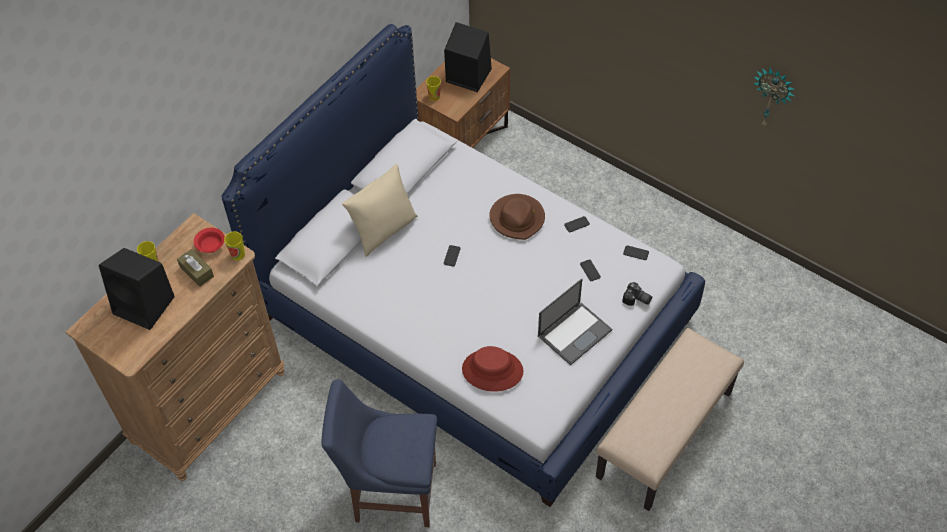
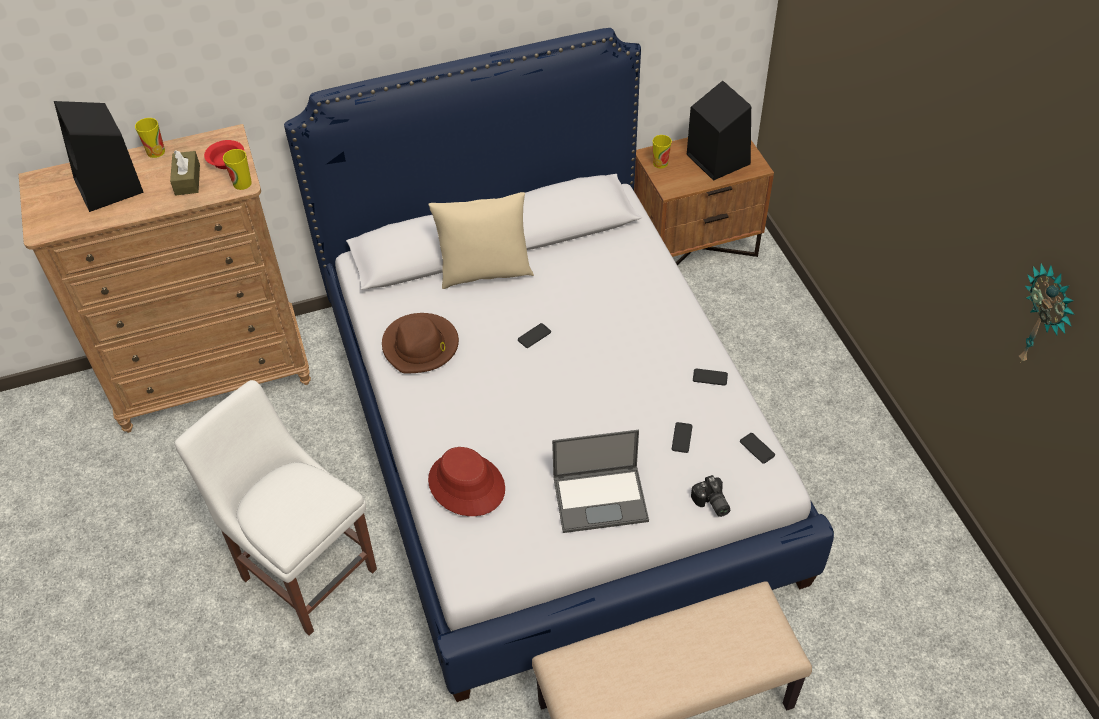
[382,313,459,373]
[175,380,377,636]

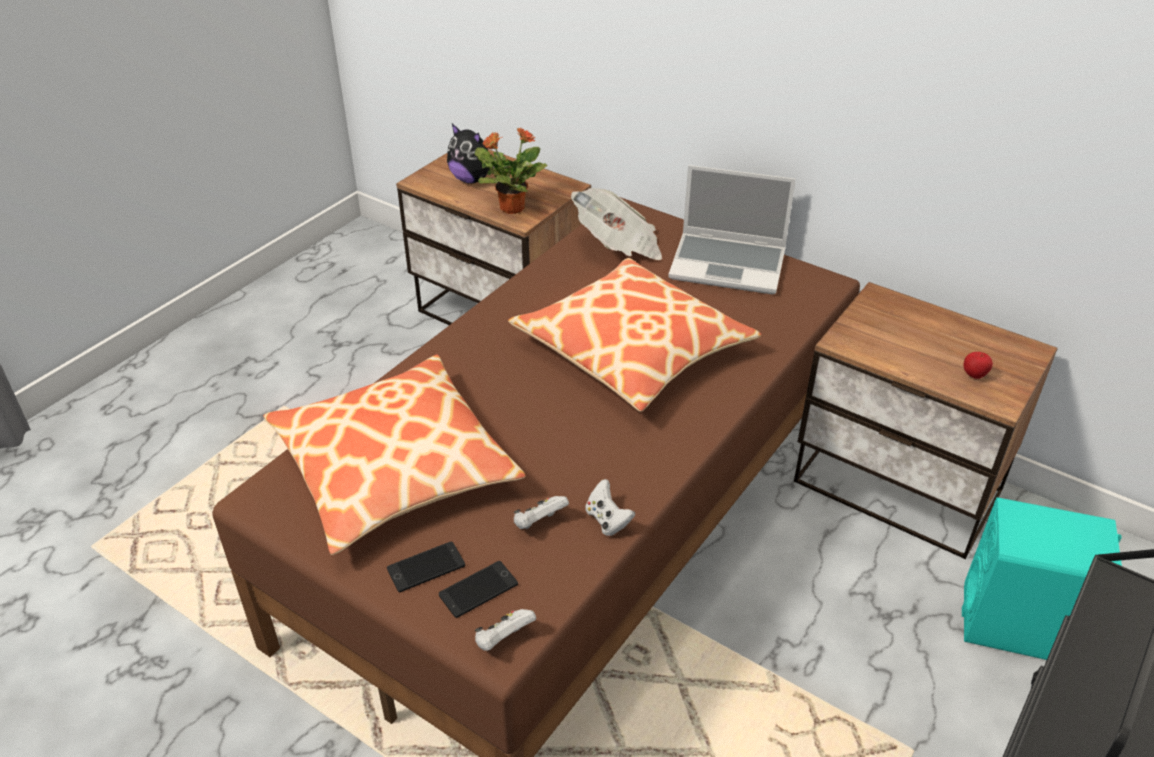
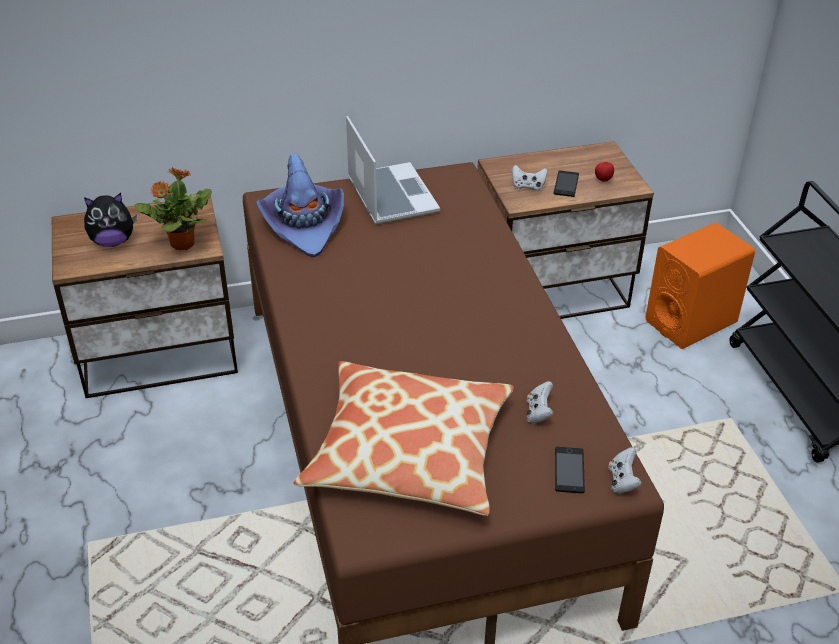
[508,258,761,412] (first image)
[554,170,579,197]
[512,165,547,191]
[256,153,344,257]
[645,223,755,349]
[346,116,440,224]

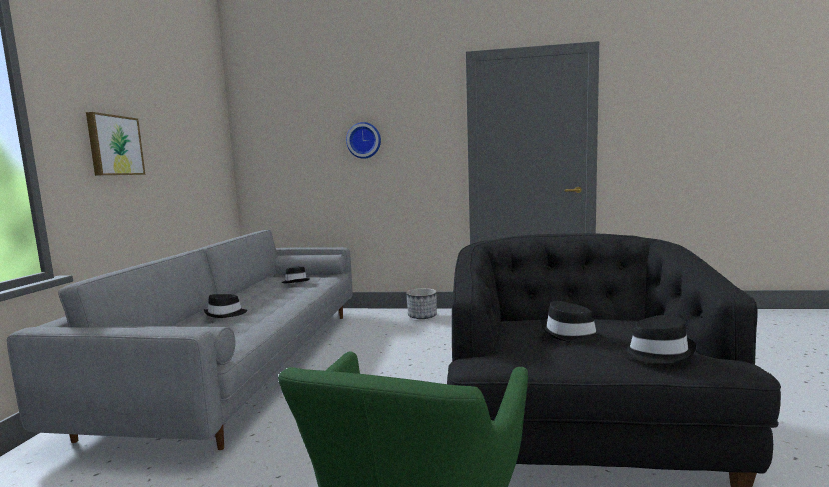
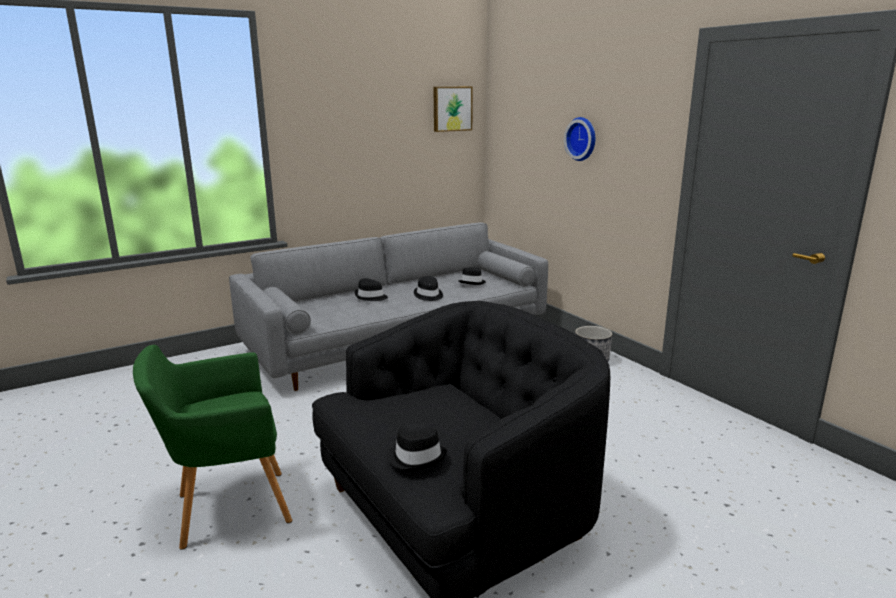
[433,87,473,132]
[414,276,443,301]

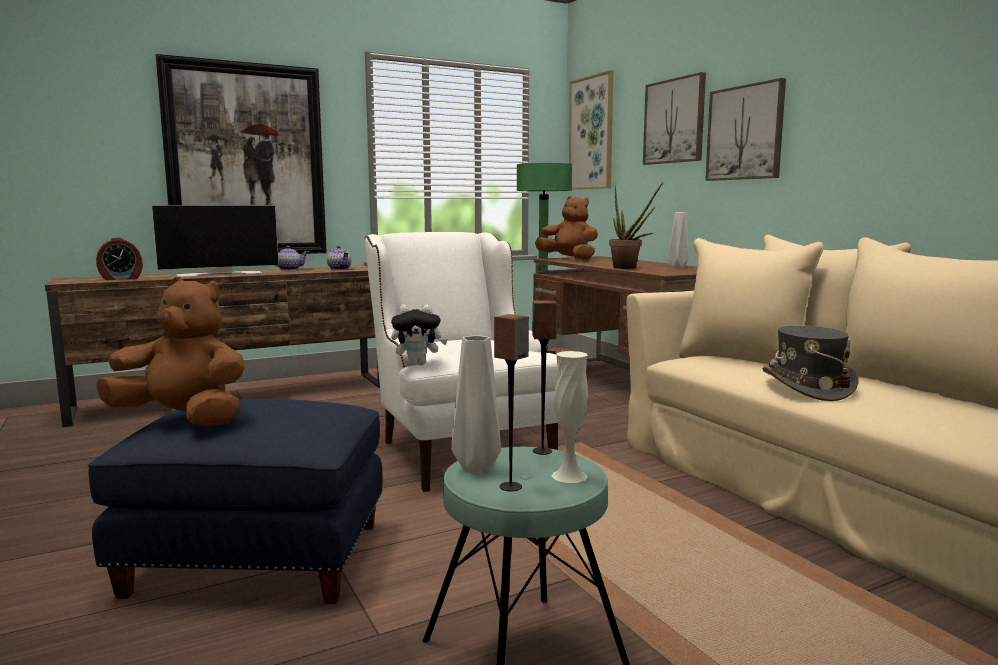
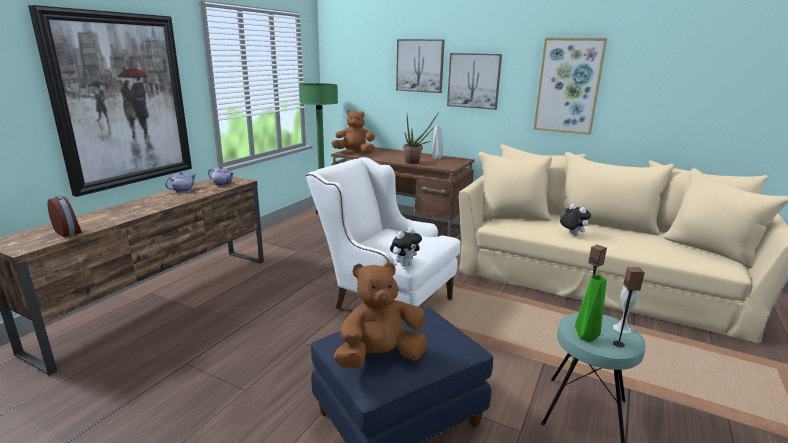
[152,205,279,277] (first image)
[534,38,607,135]
[560,204,591,236]
[575,275,607,342]
[48,196,82,237]

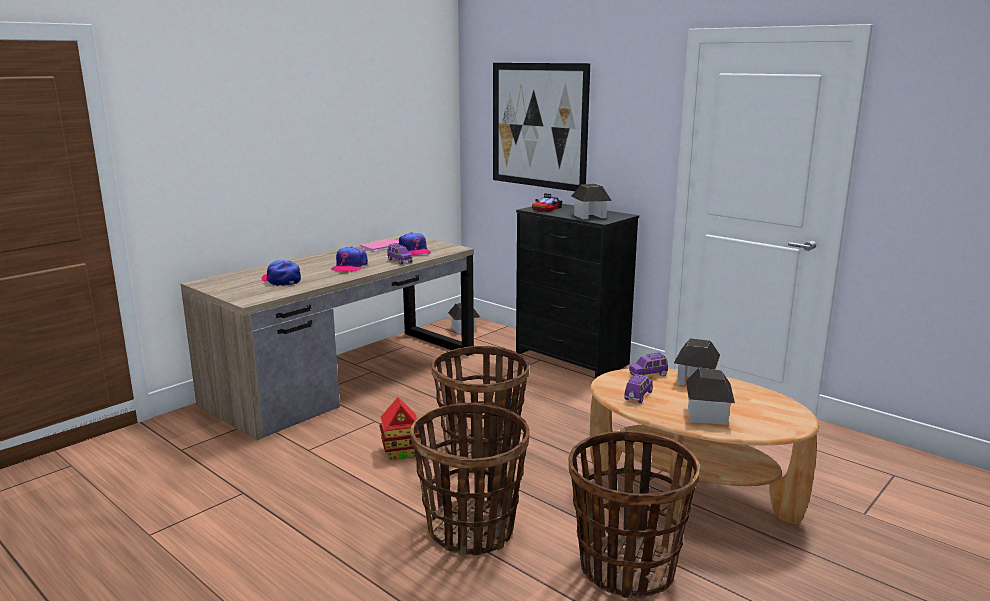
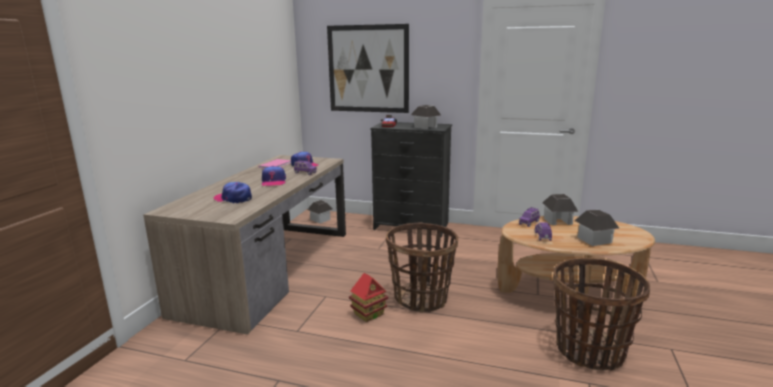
[411,403,530,556] (first image)

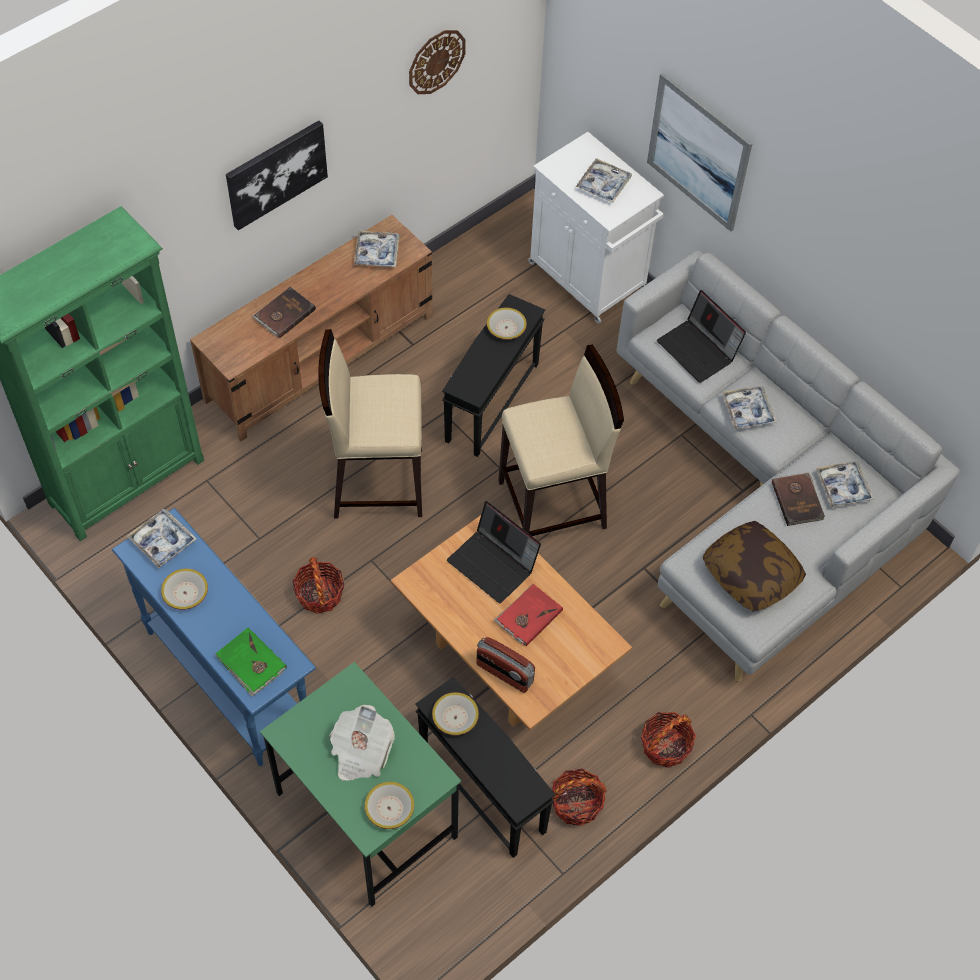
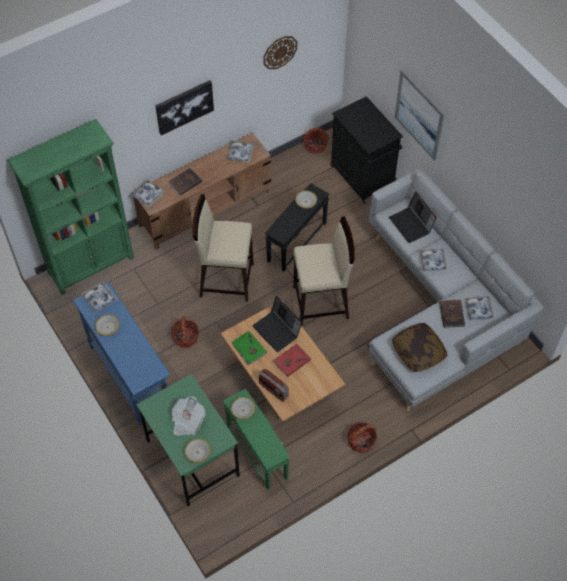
[231,331,267,365]
[303,128,329,154]
[131,180,165,207]
[223,389,290,490]
[330,96,403,204]

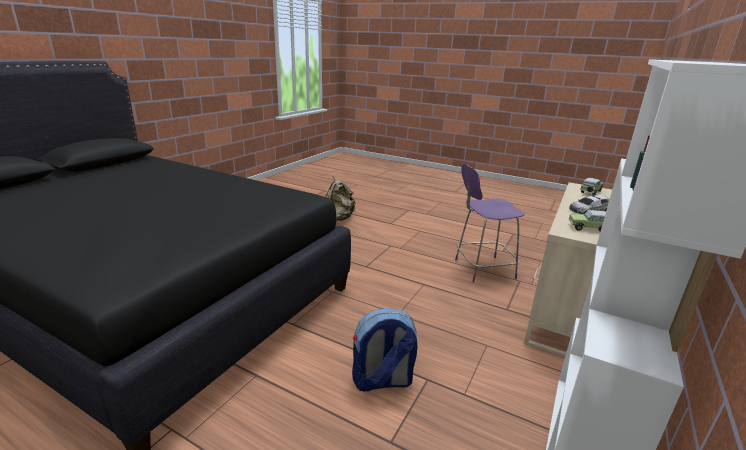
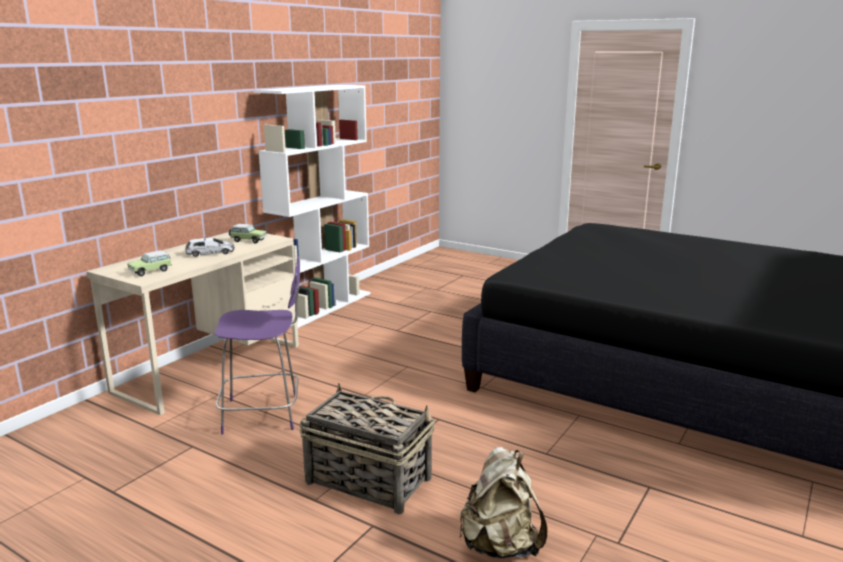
[352,308,418,392] (first image)
[299,383,435,515]

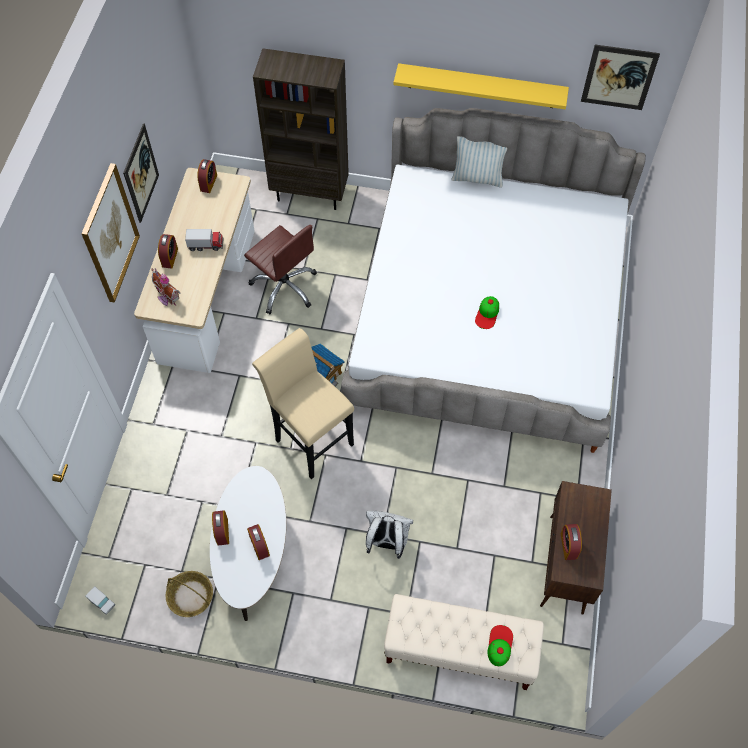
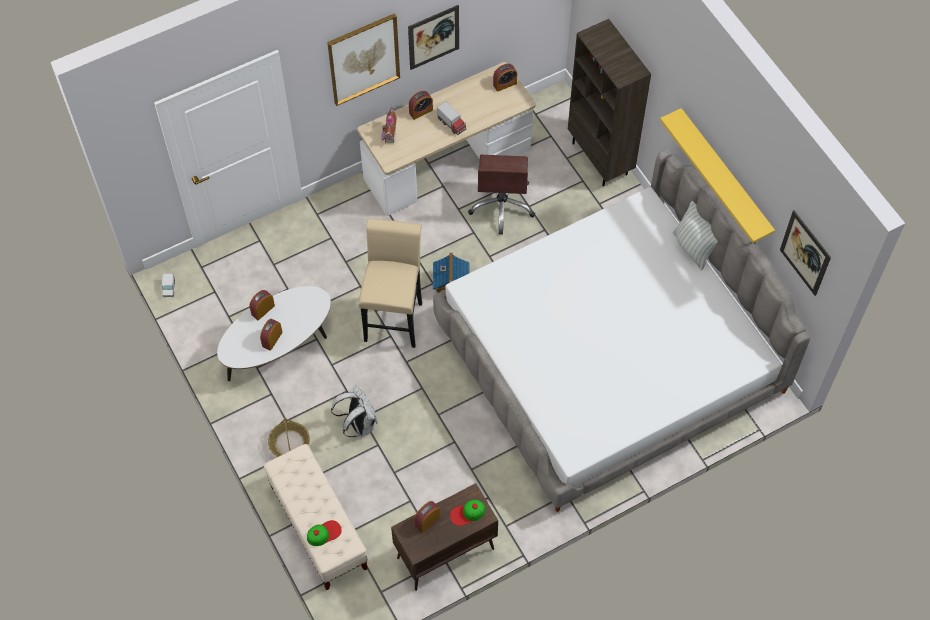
[268,417,310,457]
[450,500,486,526]

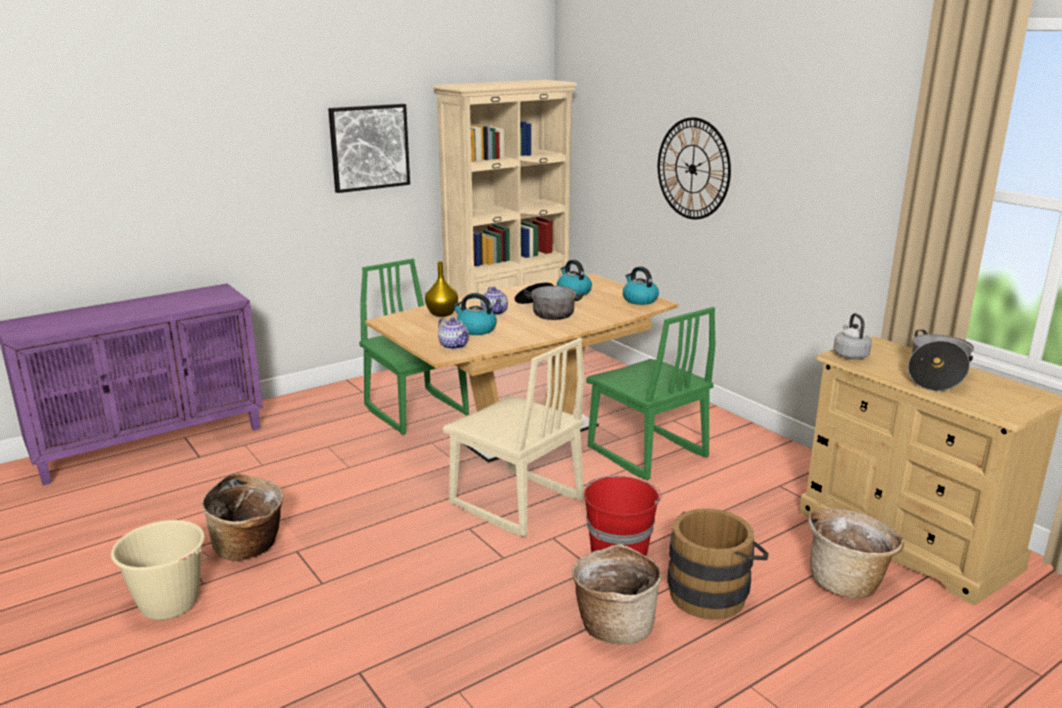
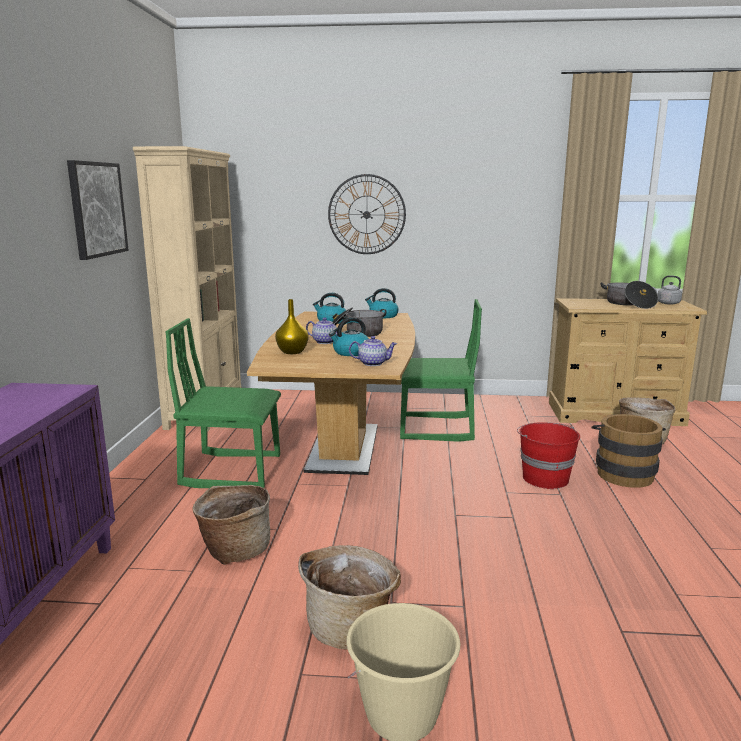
[443,338,584,537] (first image)
[193,485,270,565]
[652,276,682,305]

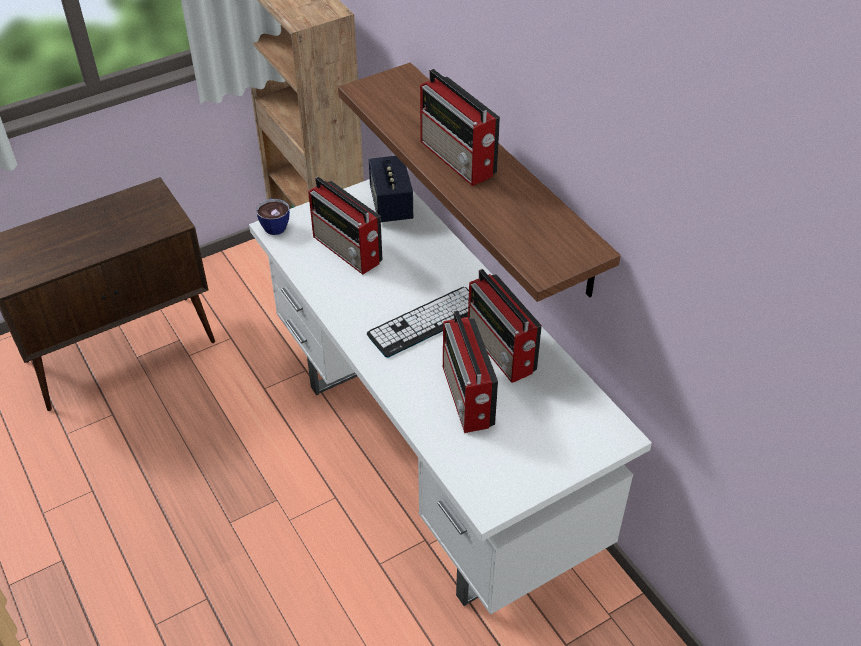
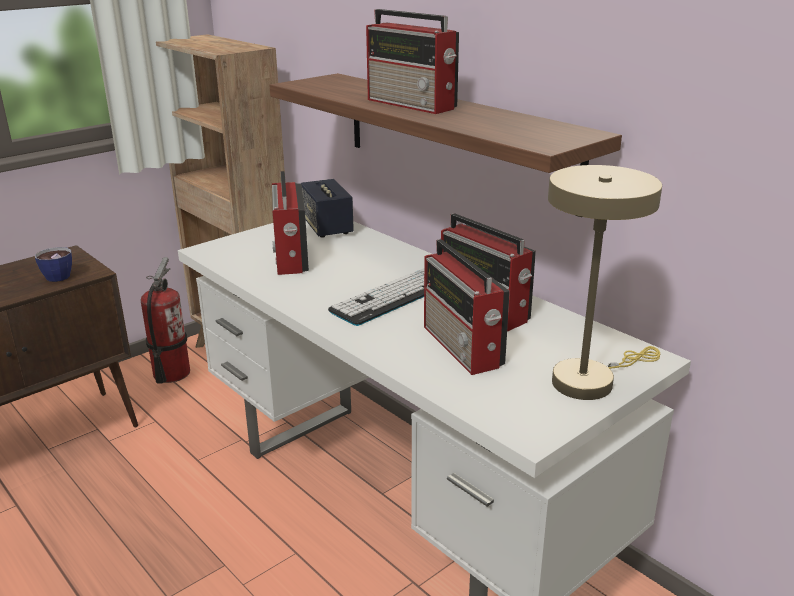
[141,257,190,384]
[548,165,662,400]
[35,247,72,282]
[272,171,309,275]

